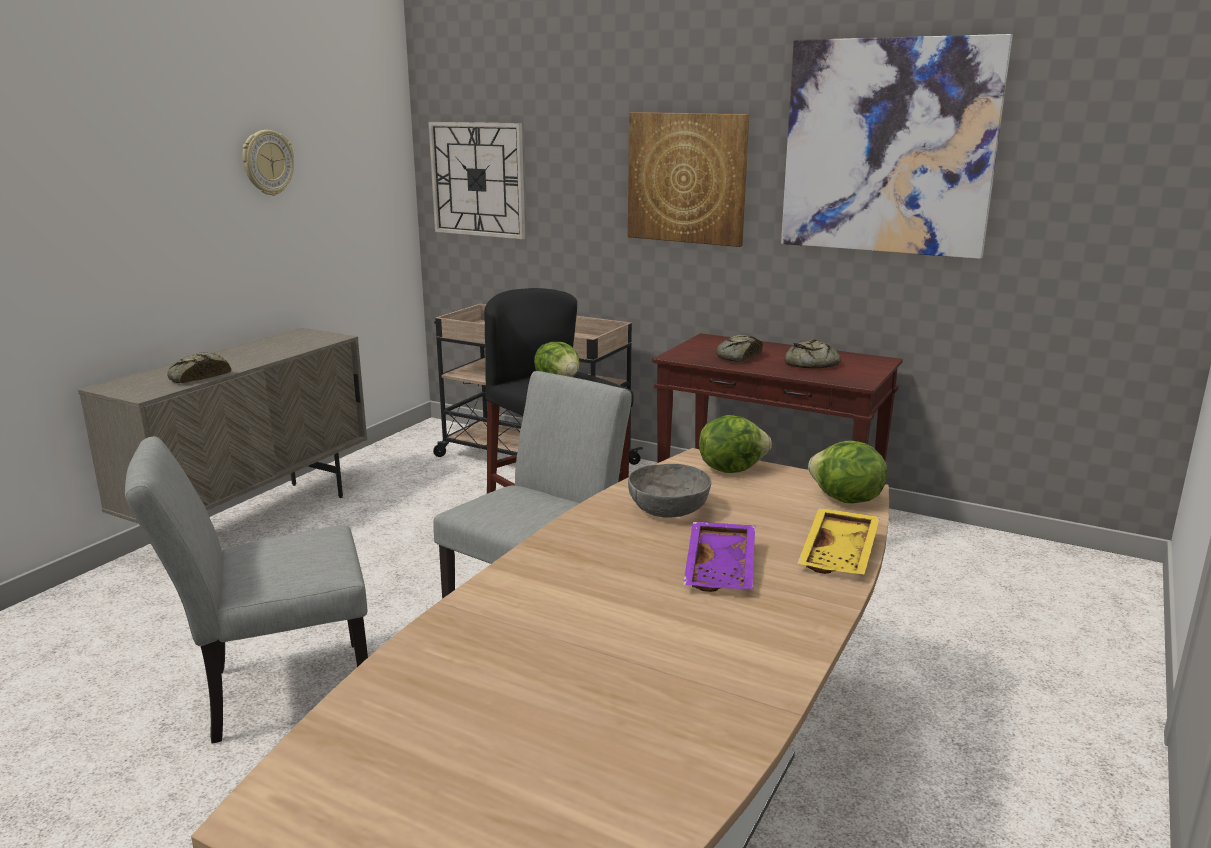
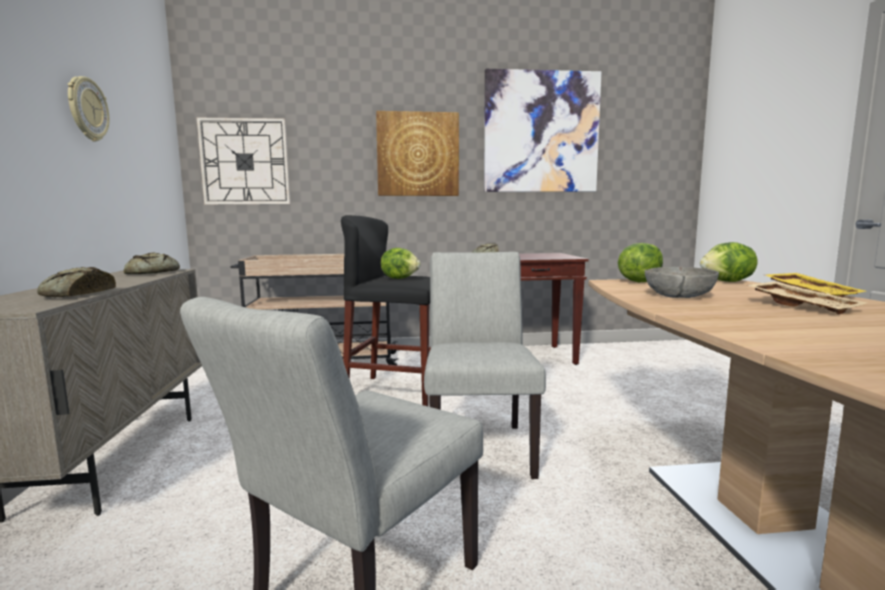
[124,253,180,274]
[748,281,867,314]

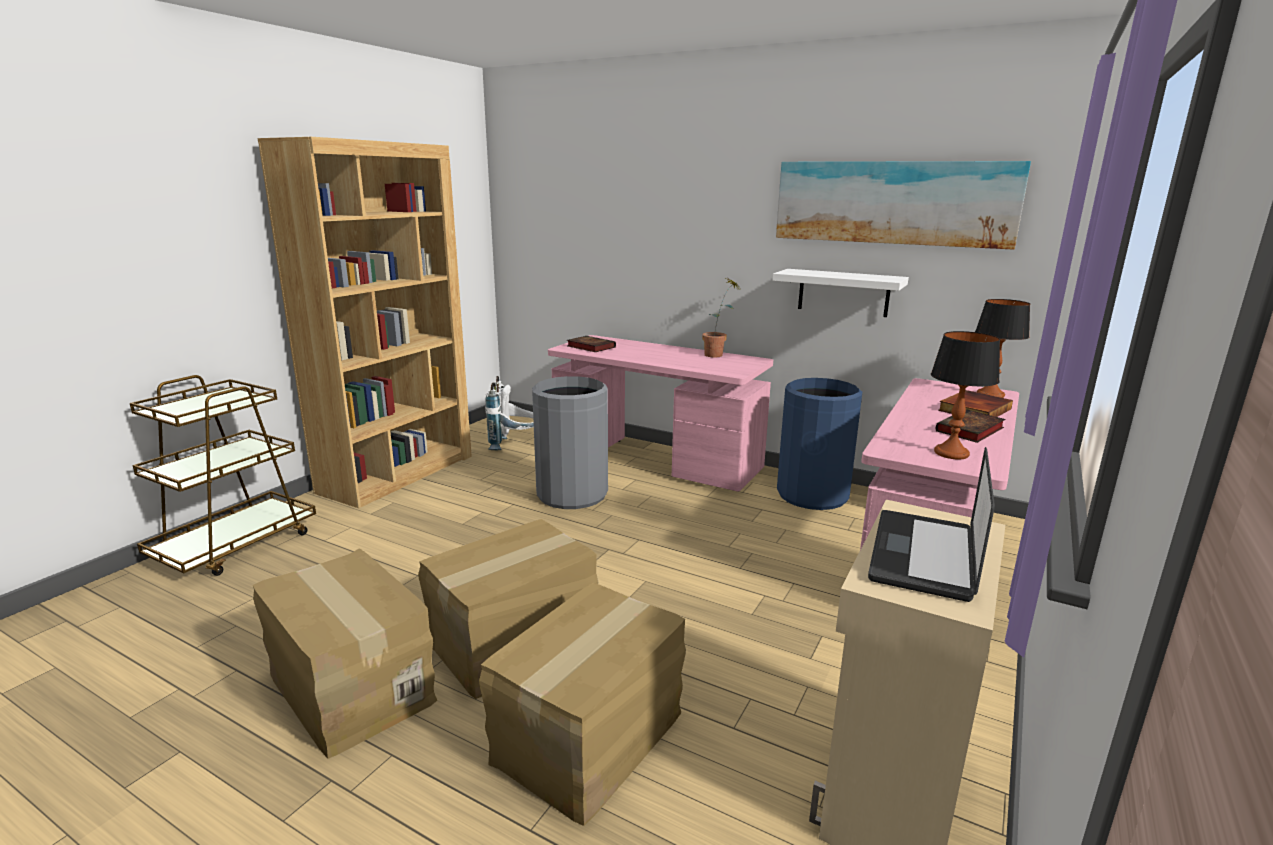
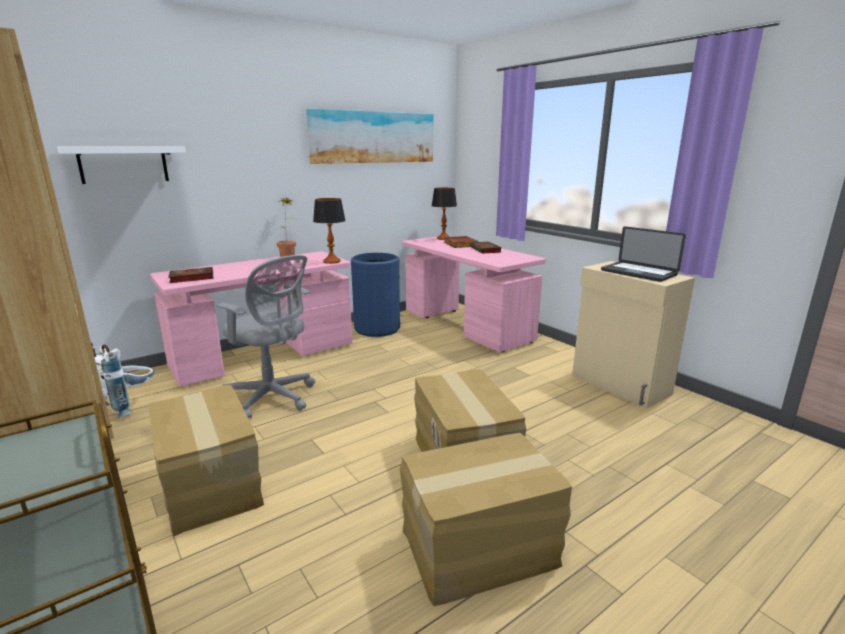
[149,385,264,537]
[57,146,186,184]
[313,198,346,264]
[217,255,315,419]

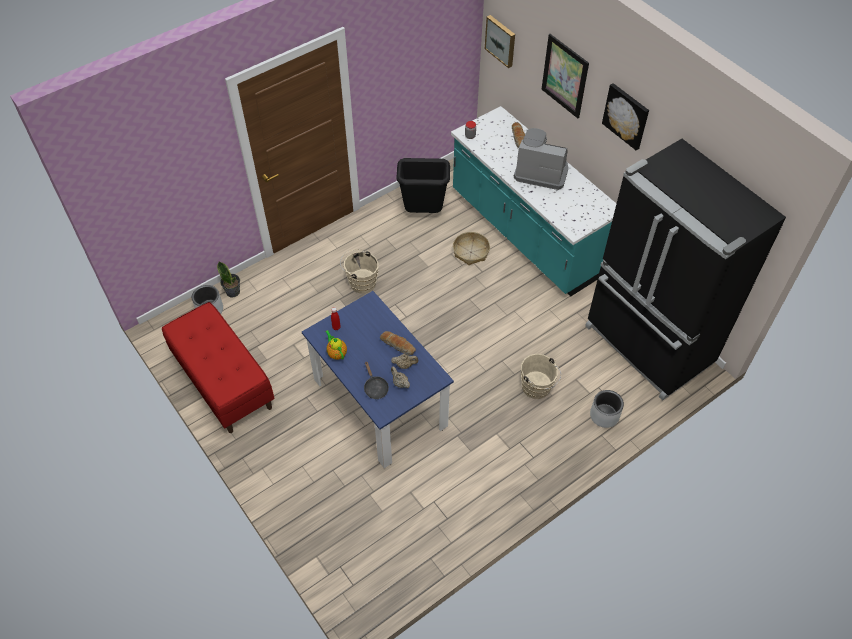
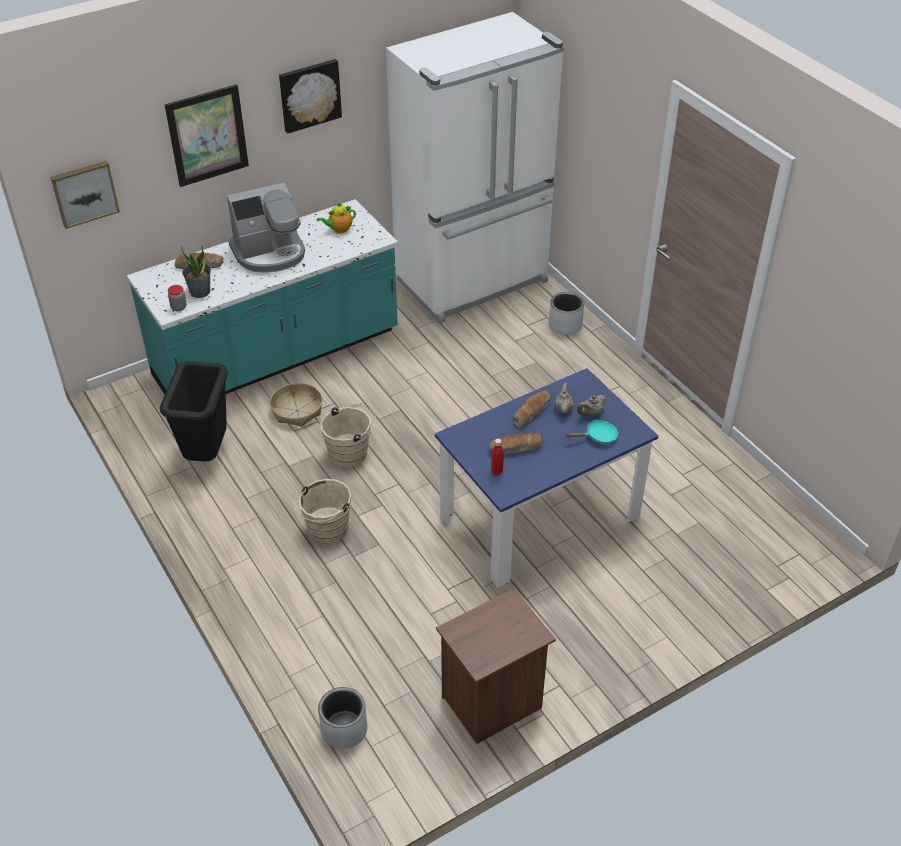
[489,433,543,454]
[181,246,211,298]
[317,202,356,233]
[320,404,376,467]
[436,588,556,744]
[565,420,619,444]
[386,12,564,324]
[227,182,305,273]

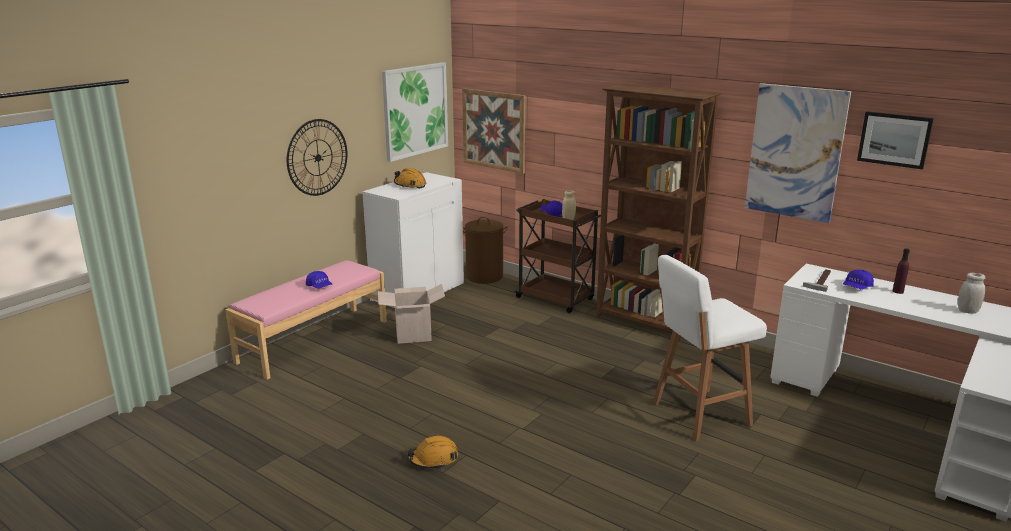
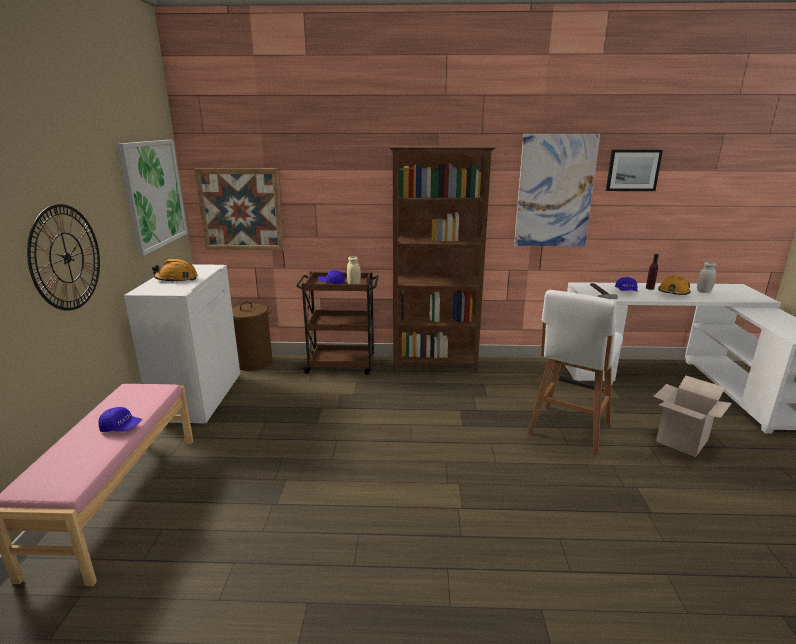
[653,375,732,457]
[658,275,690,295]

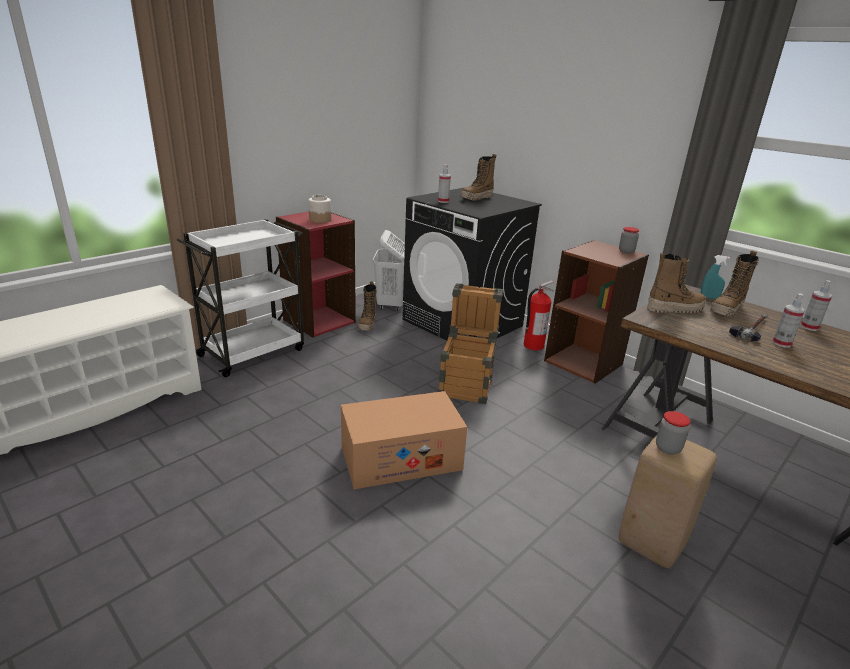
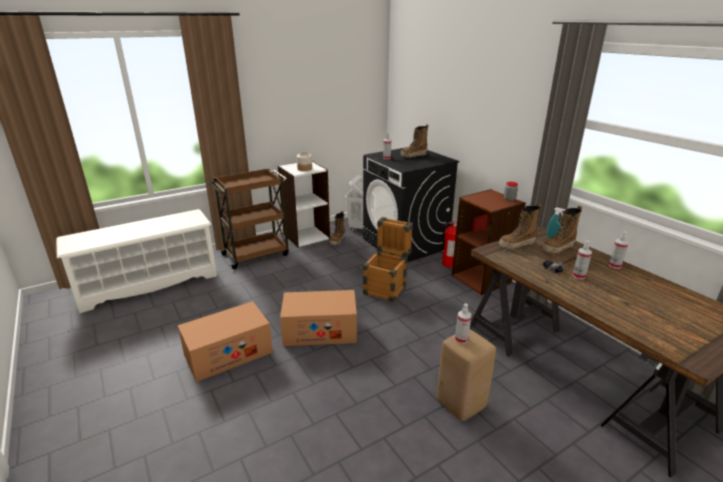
[178,301,273,382]
[455,303,471,344]
[209,168,289,270]
[278,161,330,247]
[499,204,542,250]

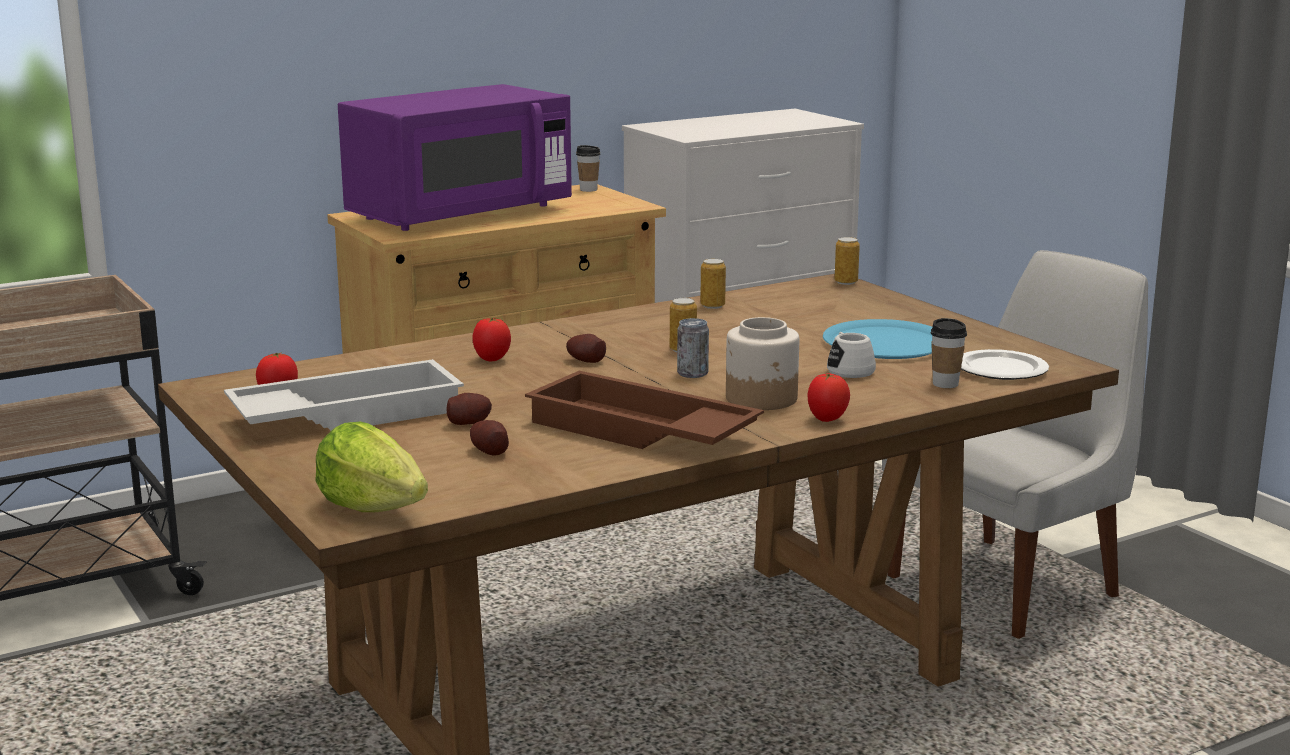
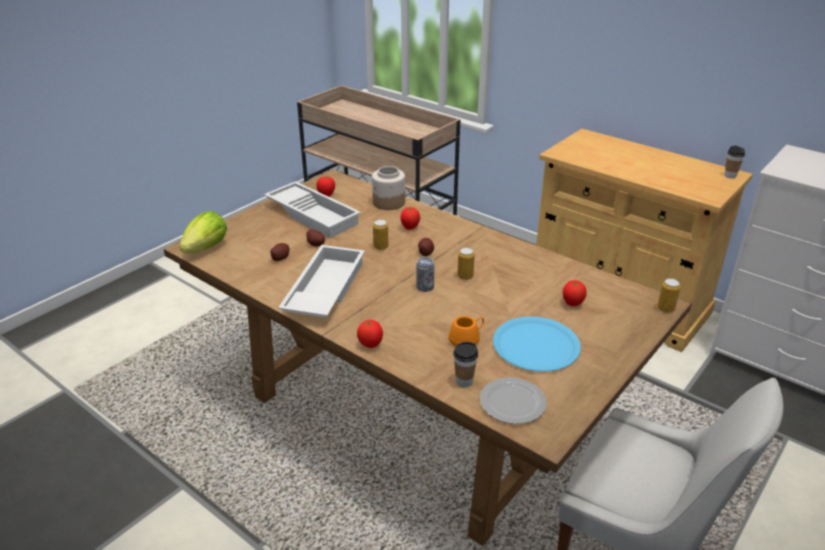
[338,84,572,231] (first image)
[563,280,587,306]
[373,219,389,250]
[372,166,405,210]
[278,245,365,318]
[449,316,484,347]

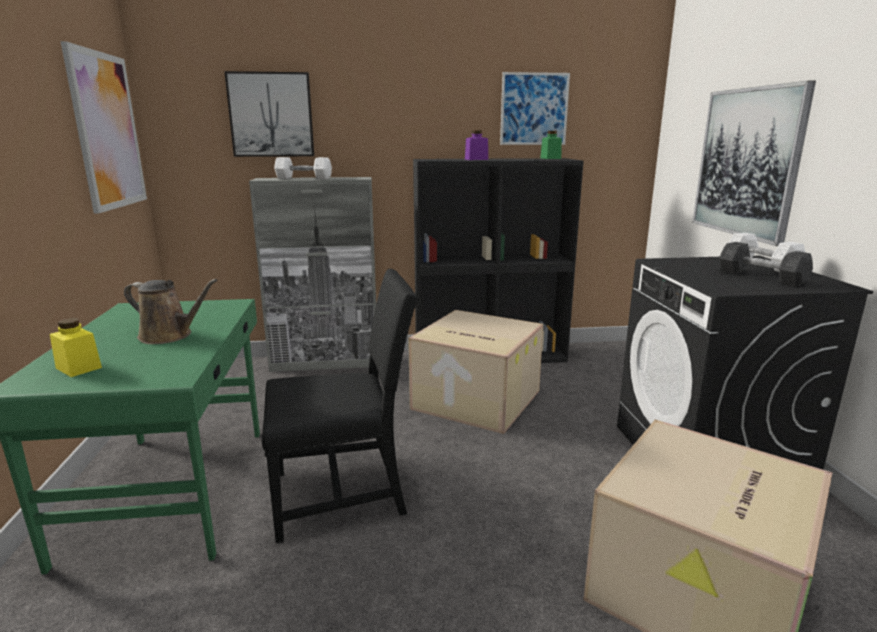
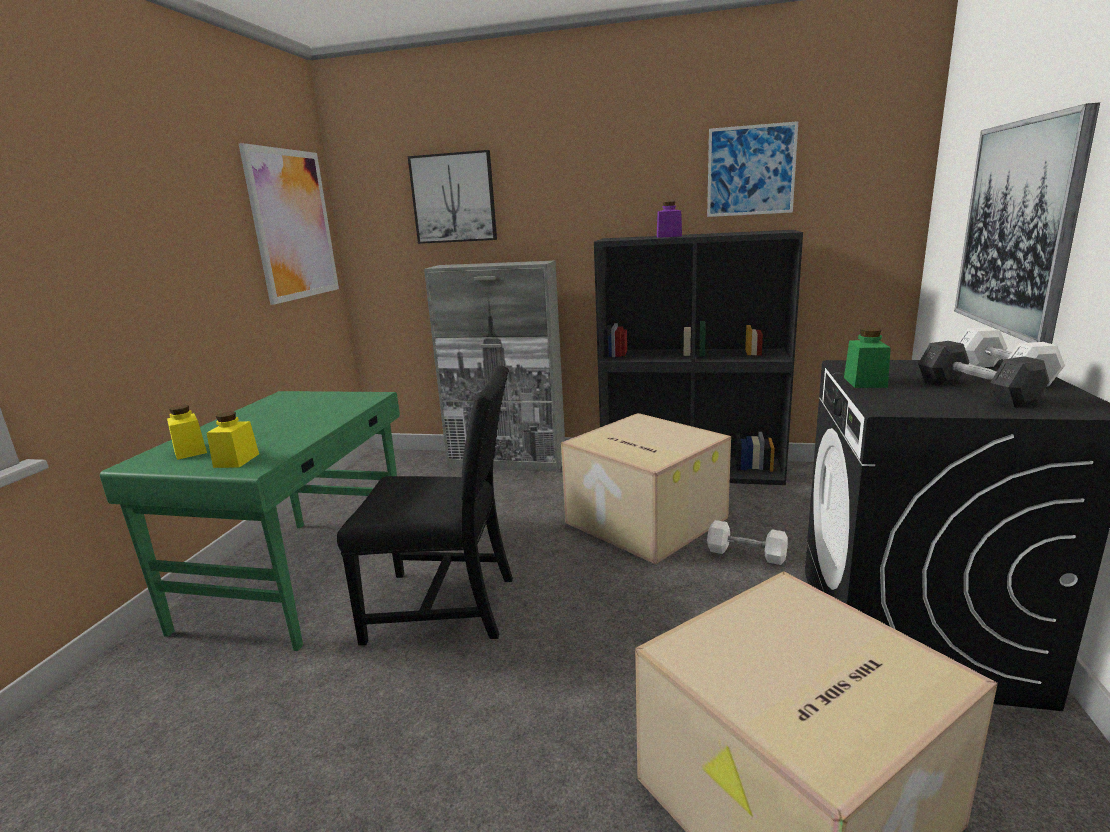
[124,279,218,344] (first image)
[207,411,259,468]
[707,520,788,565]
[844,328,891,388]

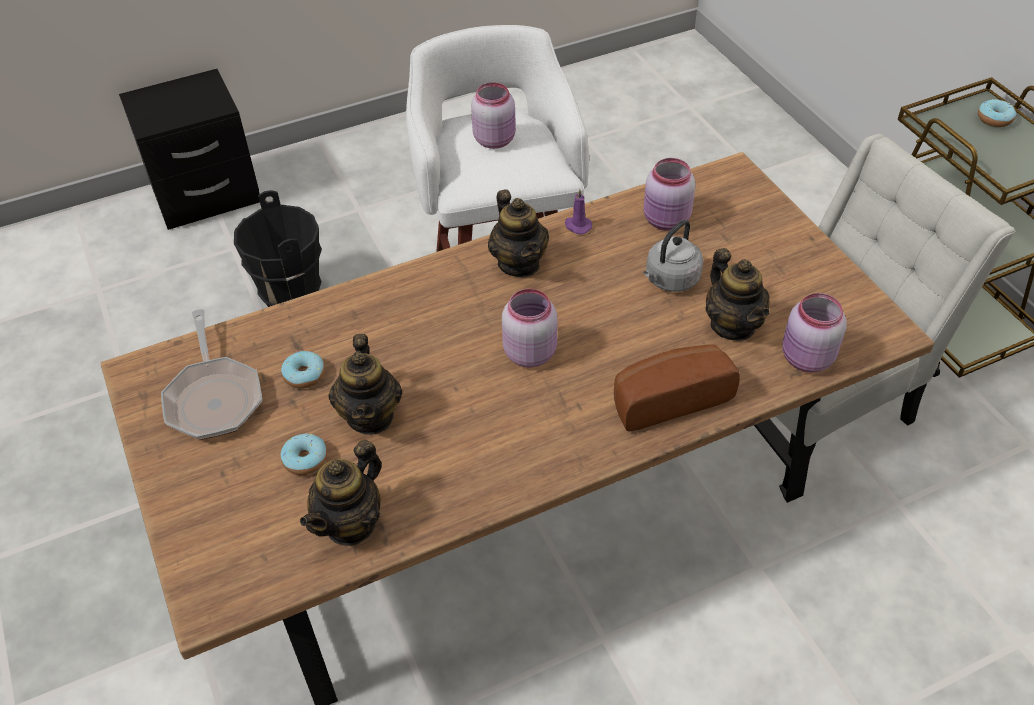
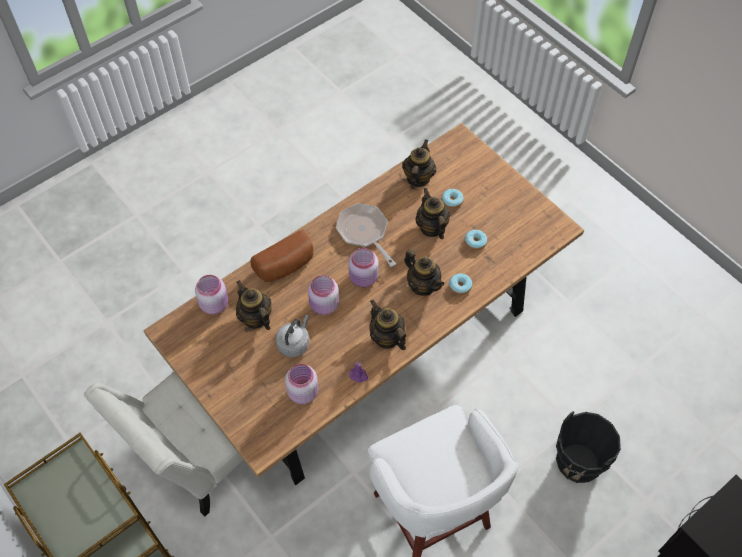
[404,249,444,296]
[336,203,396,267]
[308,275,339,315]
[449,273,472,295]

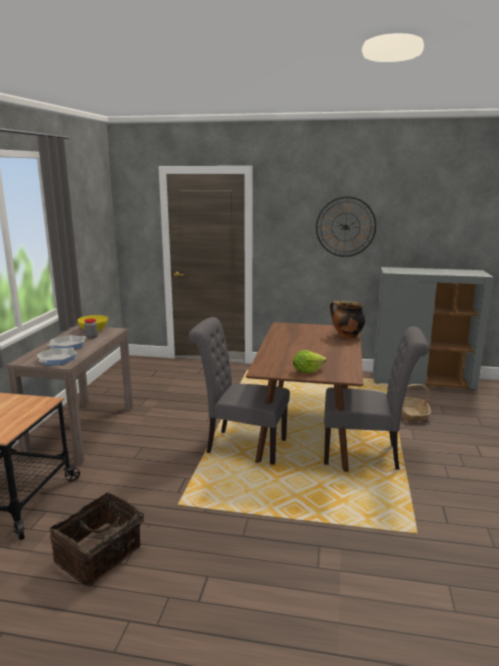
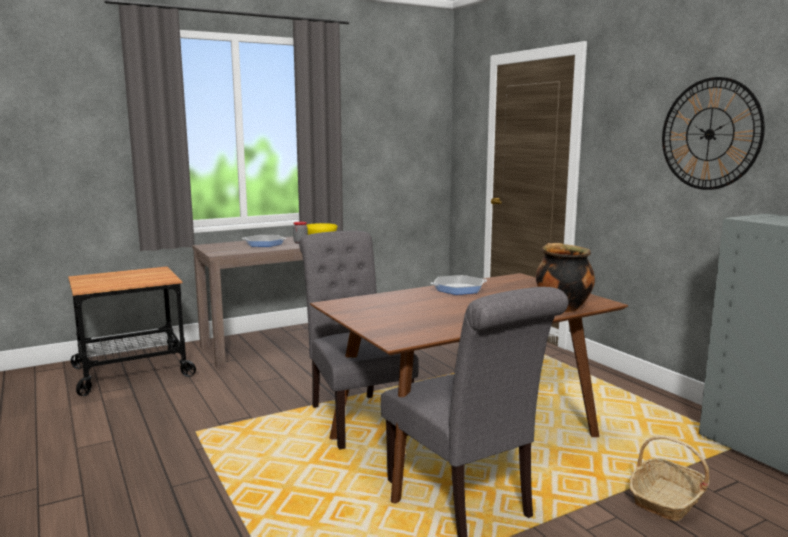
[50,492,150,587] (first image)
[293,350,326,373] (first image)
[431,275,487,295]

